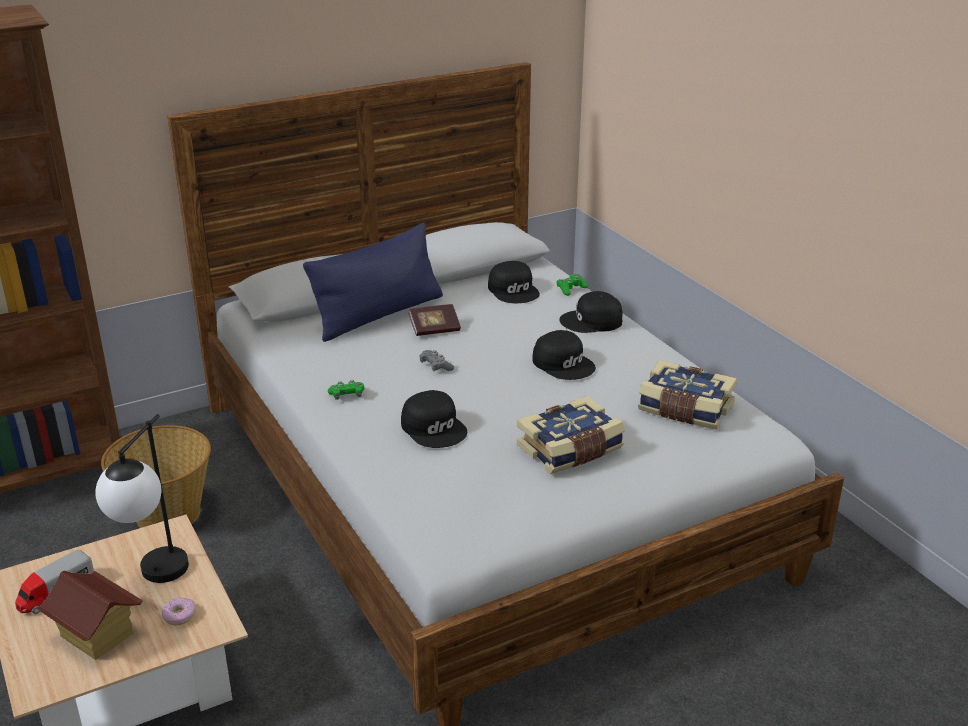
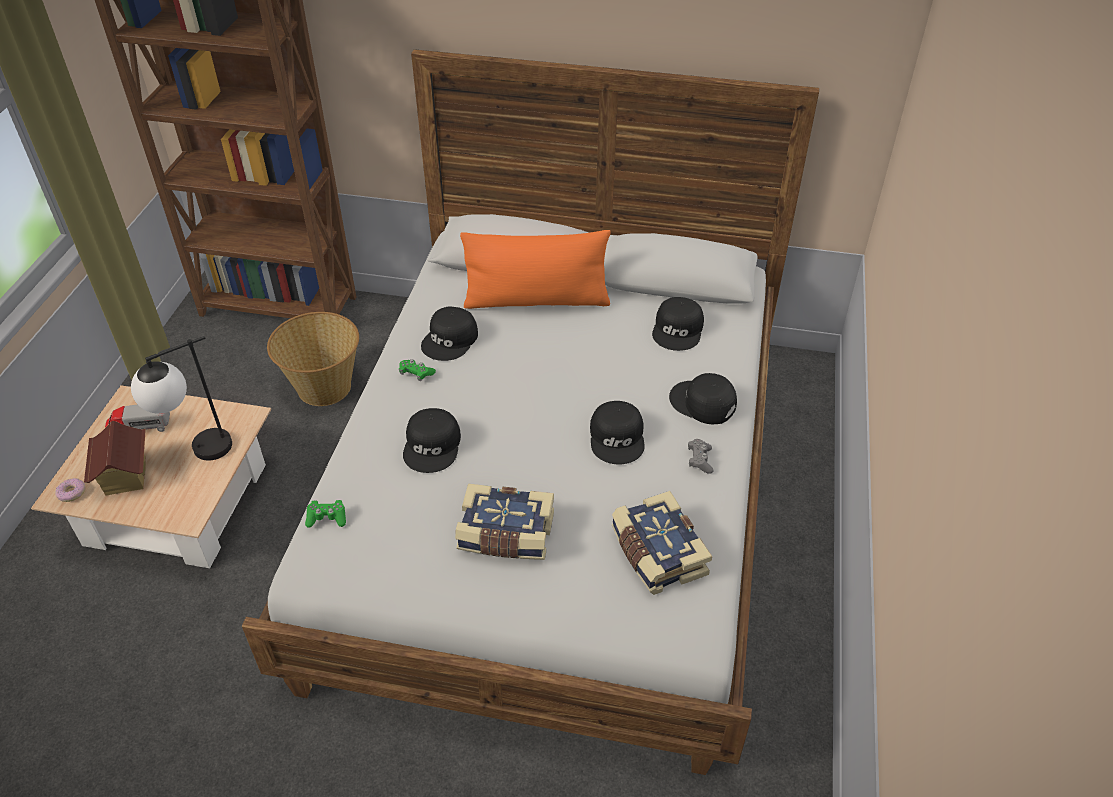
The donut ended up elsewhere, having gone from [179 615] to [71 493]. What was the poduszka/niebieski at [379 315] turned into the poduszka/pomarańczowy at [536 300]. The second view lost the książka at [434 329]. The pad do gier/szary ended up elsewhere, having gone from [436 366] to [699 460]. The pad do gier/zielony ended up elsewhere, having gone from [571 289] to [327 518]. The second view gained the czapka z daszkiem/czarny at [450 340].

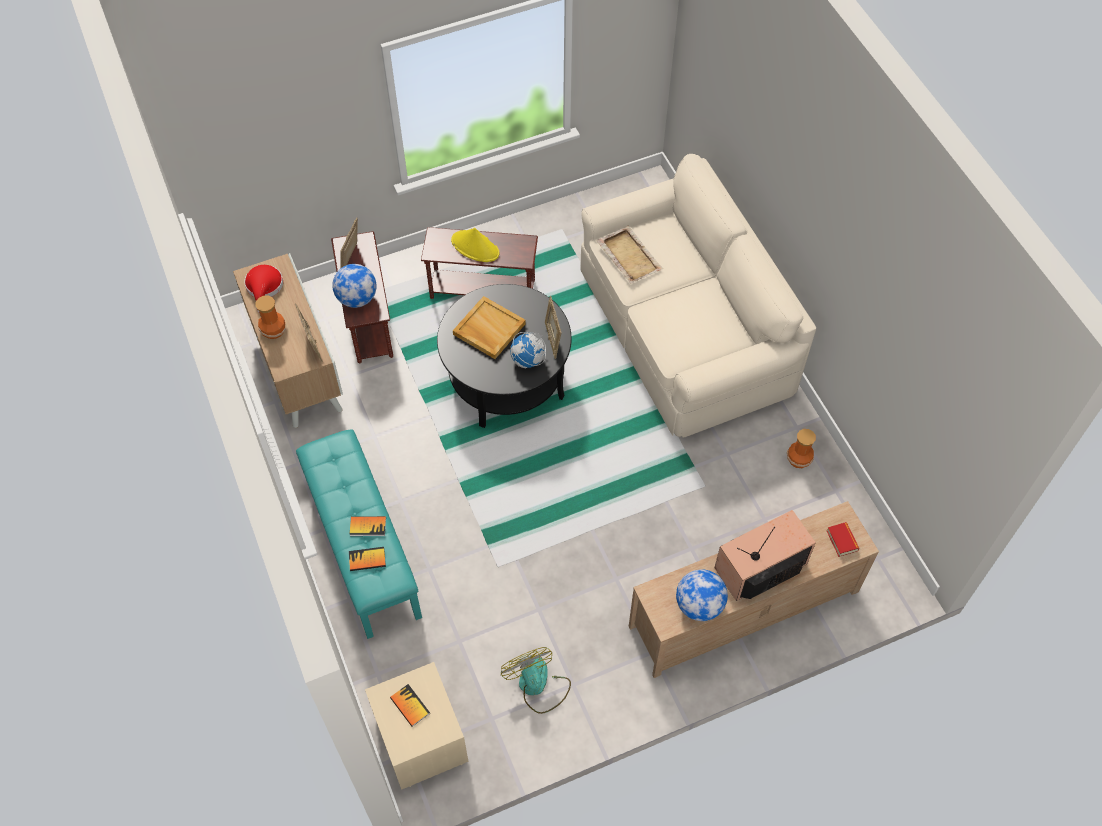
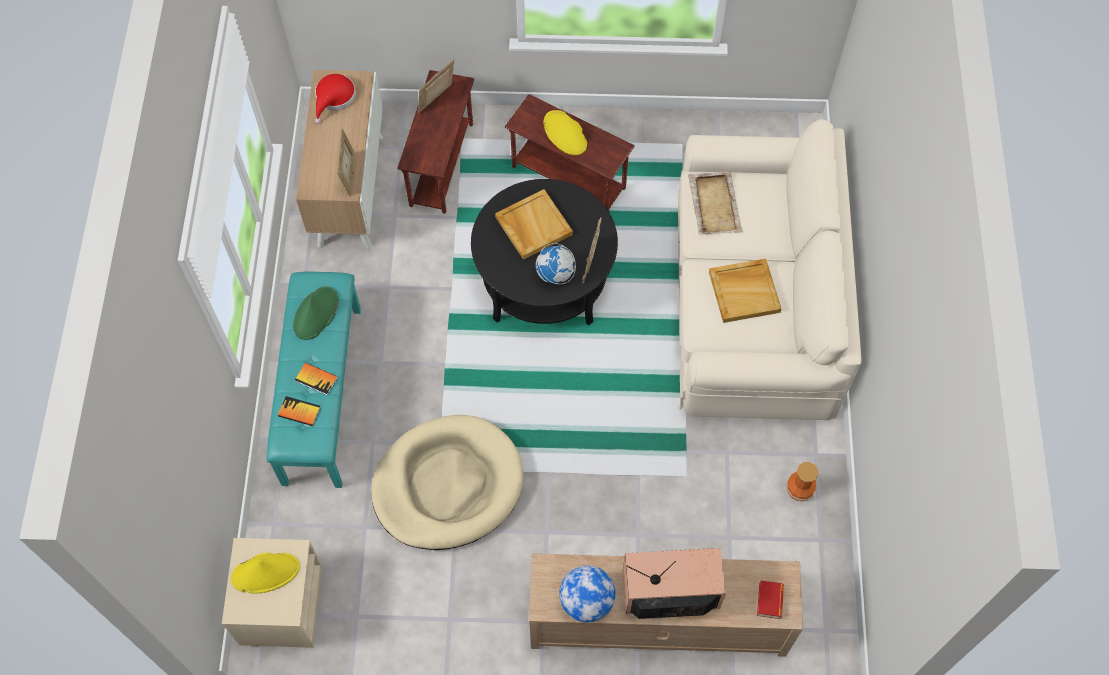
The second view lost the wazon at [272 330]. The second view lost the globus at [357 298]. Where the książka stood at [410 705], the kapelusz/żółty came to stand at [266 572]. The second view lost the wentylator at [537 686]. The second view gained the kapelusz/zielony at [316 314]. The second view gained the legowisko/beżowy at [448 485]. The second view gained the taca/beżowy at [744 291].

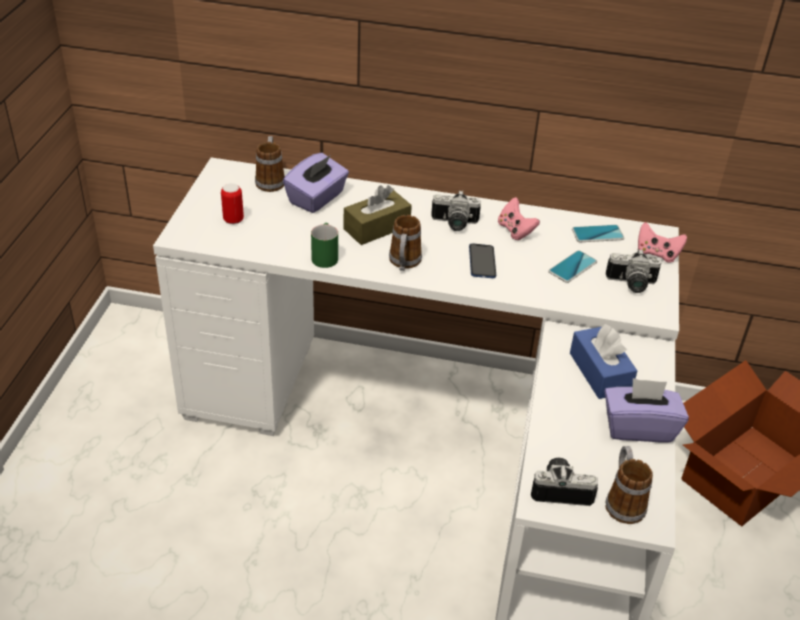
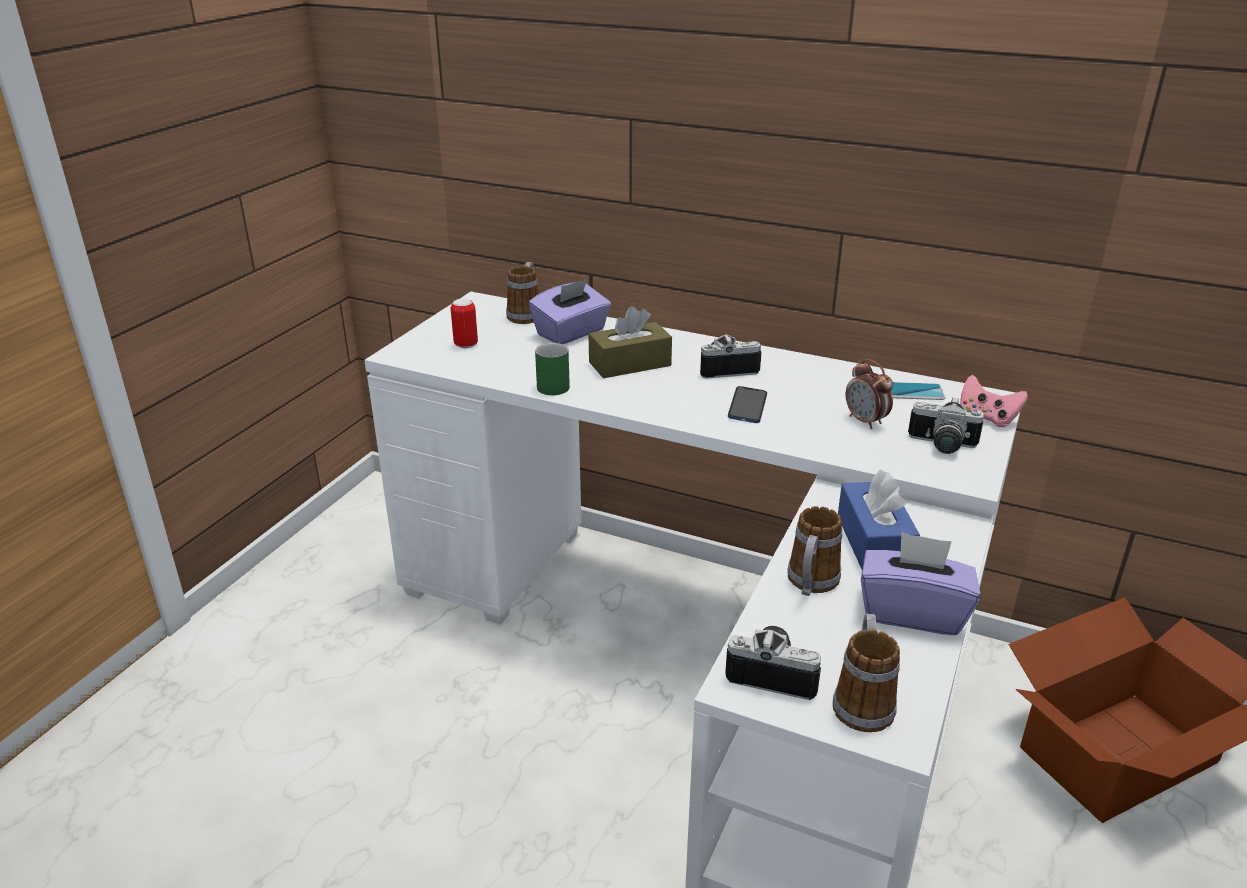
The kubek ended up elsewhere, having gone from [404 263] to [810 585]. The aparat fotograficzny at [454 224] ended up facing another way, 150 degrees clockwise from before. The second view lost the pad do gier/różowy at [515 230]. Where the telefon stood at [572 267], the budzik came to stand at [865 421].

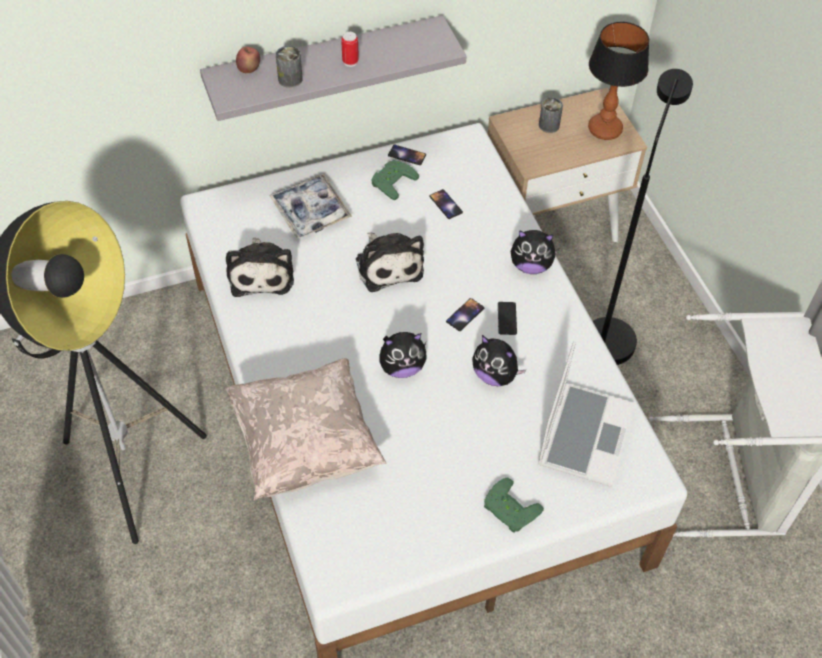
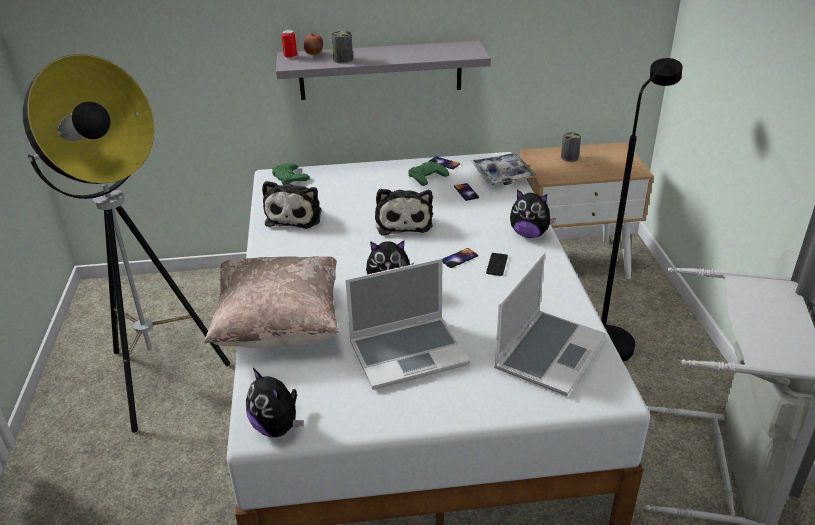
The taca ended up elsewhere, having gone from [310 211] to [502 175]. The puszka ended up elsewhere, having gone from [350 61] to [290 57]. The pluszak ended up elsewhere, having gone from [495 375] to [277 427]. The pad do gier/zielony ended up elsewhere, having gone from [508 510] to [287 177]. The second view lost the lampa stołowa at [605 129]. The second view gained the laptop at [409 352].

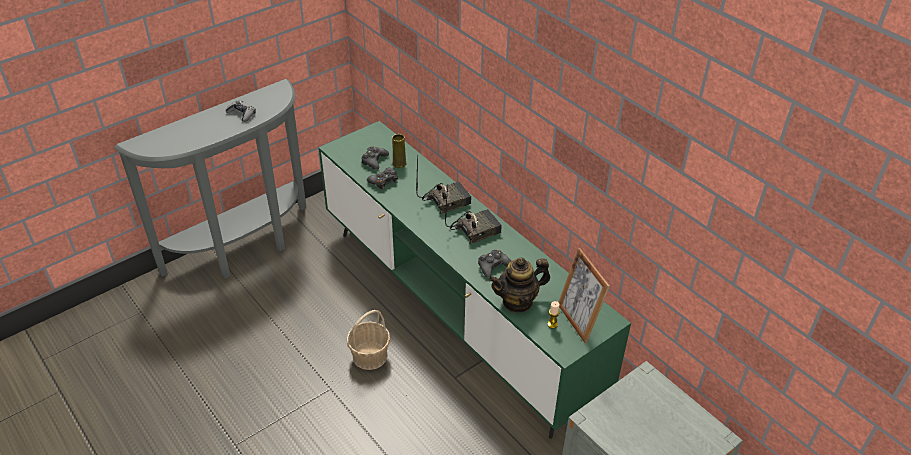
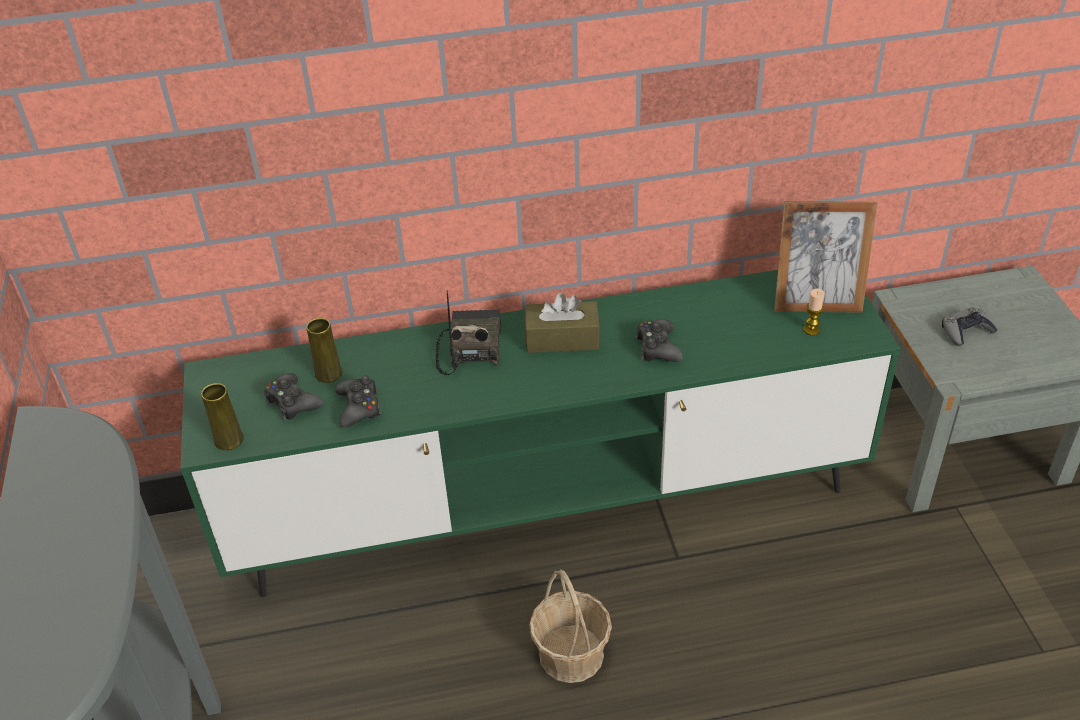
The pad do gier/szary ended up elsewhere, having gone from [241 113] to [966 331]. Where the radio stood at [475 229], the pudełko chusteczek/brązowy came to stand at [562 339]. The second view lost the imbryk at [517 301]. The second view gained the wazon/żółty at [229 440].

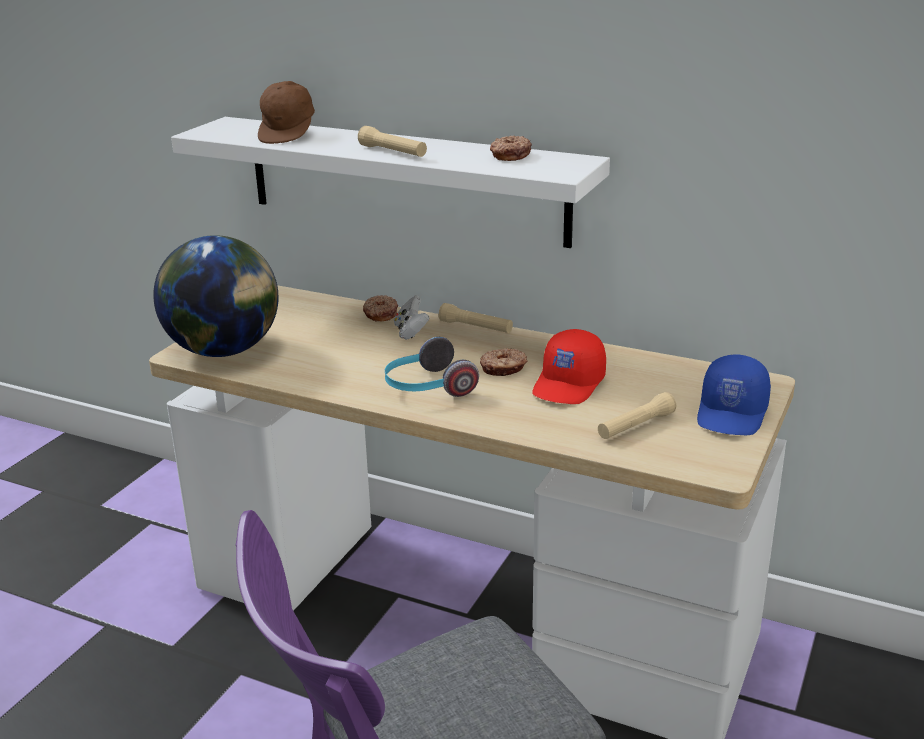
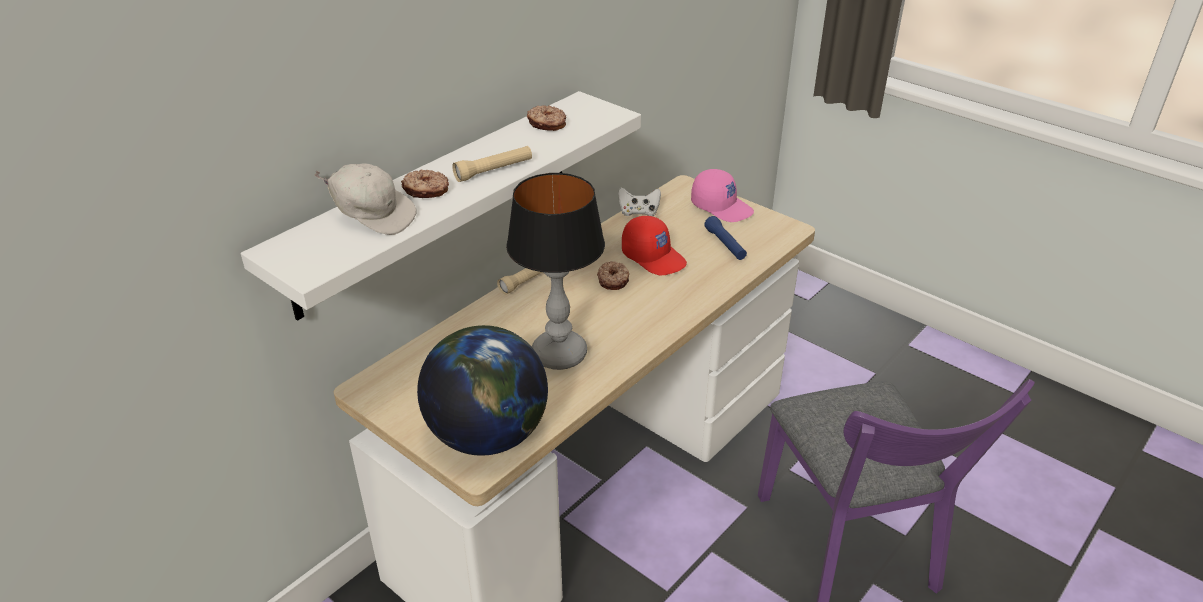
What was the czapka z daszkiem/brązowy at [288 134] turned into the czapka z daszkiem/biały at [373 217]. The donut ended up elsewhere, having gone from [380 314] to [426 191]. The second view lost the słuchawki at [427 388]. The pad do gier/biały ended up elsewhere, having gone from [411 332] to [639 212]. What was the latarka/beżowy at [635 426] turned into the latarka/niebieski at [725 245]. What was the czapka z daszkiem/niebieski at [733 414] turned into the czapka z daszkiem/różowy at [722 207]. The second view gained the lampa stołowa at [558 354].

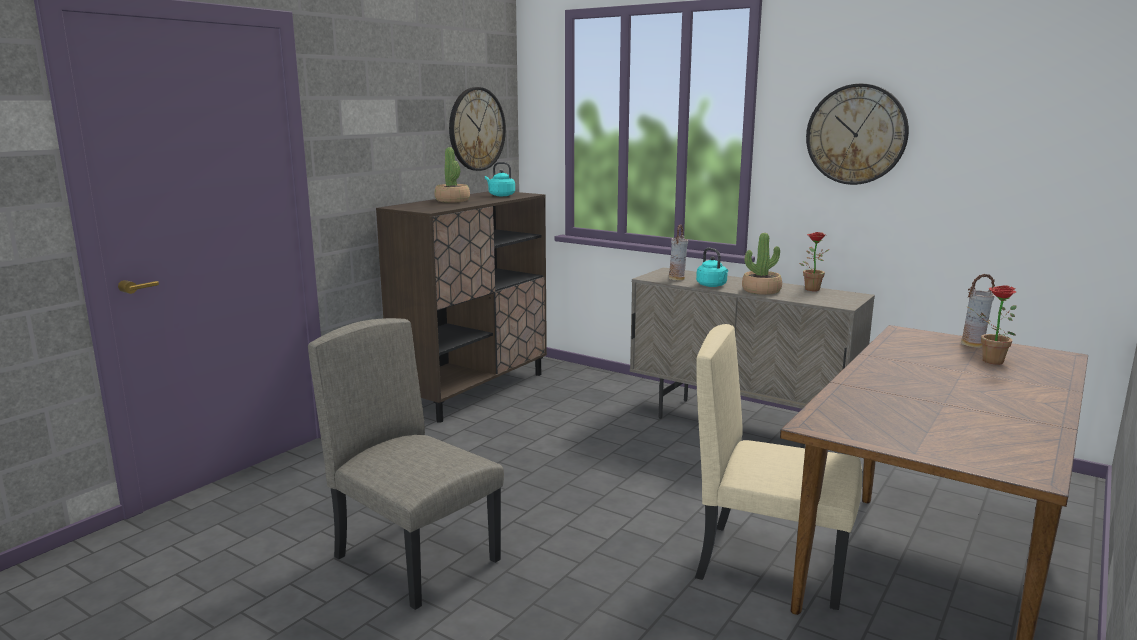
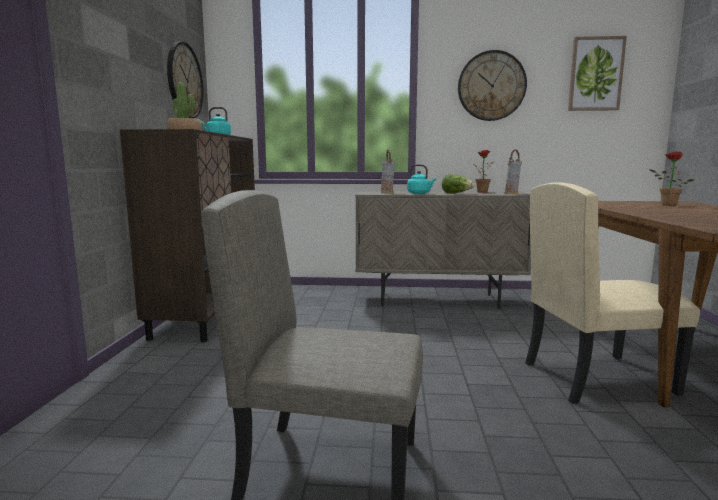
Where the roślina doniczkowa stood at [761 291], the sałata came to stand at [456 193]. The wazon ended up elsewhere, having gone from [973 345] to [512 193]. The second view gained the obraz at [595 74].

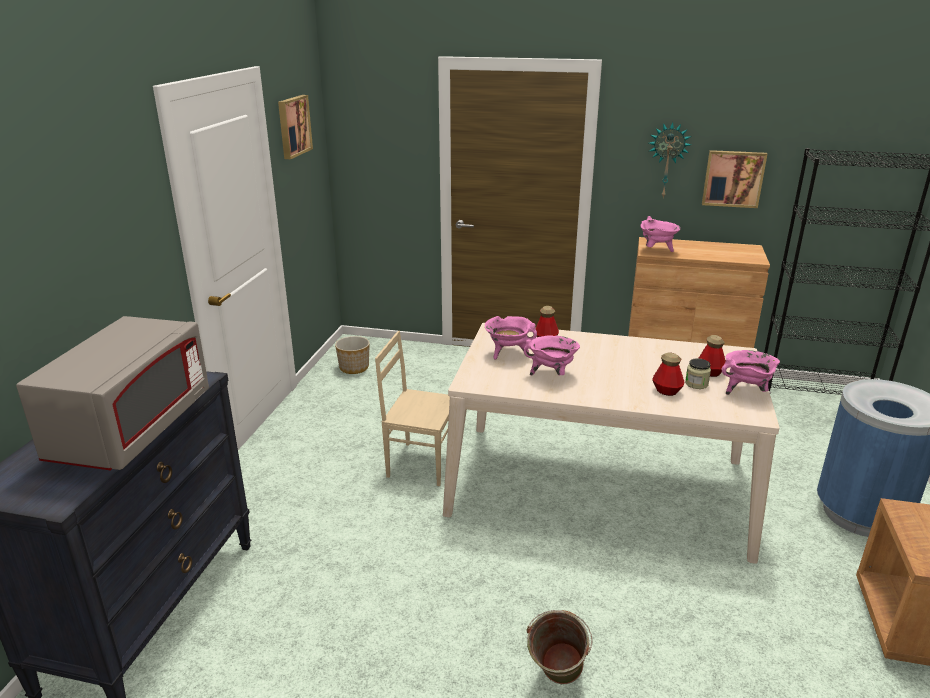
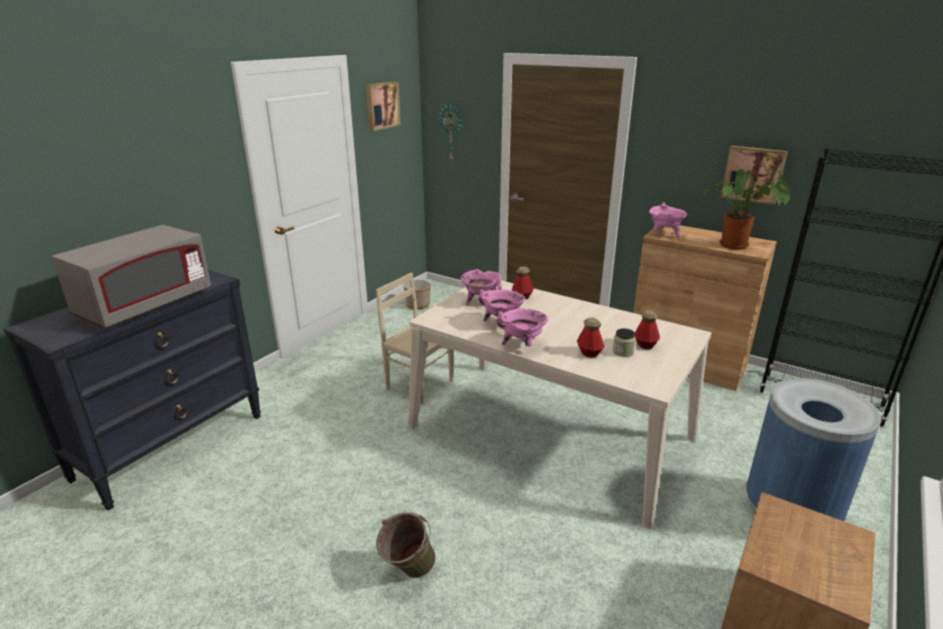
The zegar ścienny ended up elsewhere, having gone from [667 160] to [452 132]. The garnek/różowy ended up elsewhere, having gone from [746 391] to [522 345]. The second view gained the roślina doniczkowa at [737 245].

